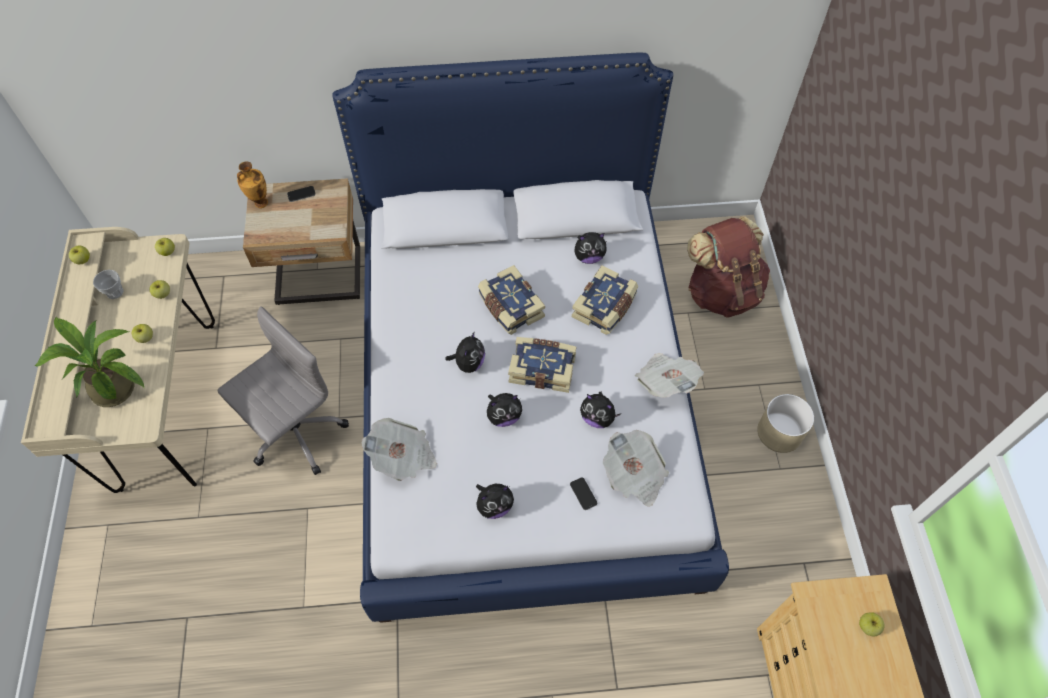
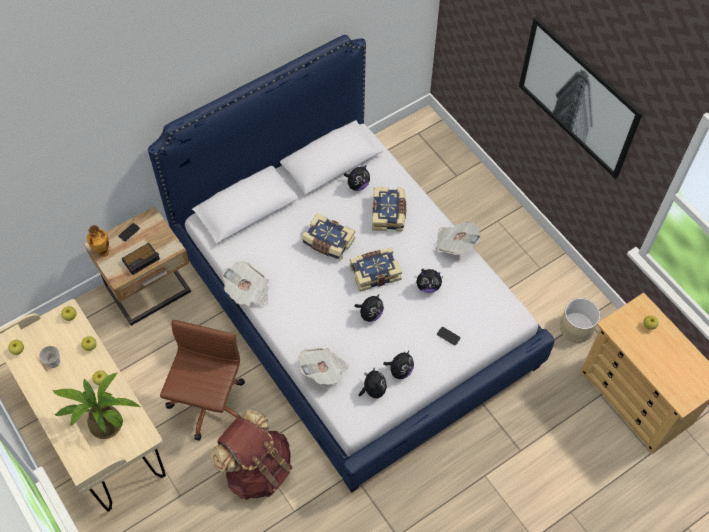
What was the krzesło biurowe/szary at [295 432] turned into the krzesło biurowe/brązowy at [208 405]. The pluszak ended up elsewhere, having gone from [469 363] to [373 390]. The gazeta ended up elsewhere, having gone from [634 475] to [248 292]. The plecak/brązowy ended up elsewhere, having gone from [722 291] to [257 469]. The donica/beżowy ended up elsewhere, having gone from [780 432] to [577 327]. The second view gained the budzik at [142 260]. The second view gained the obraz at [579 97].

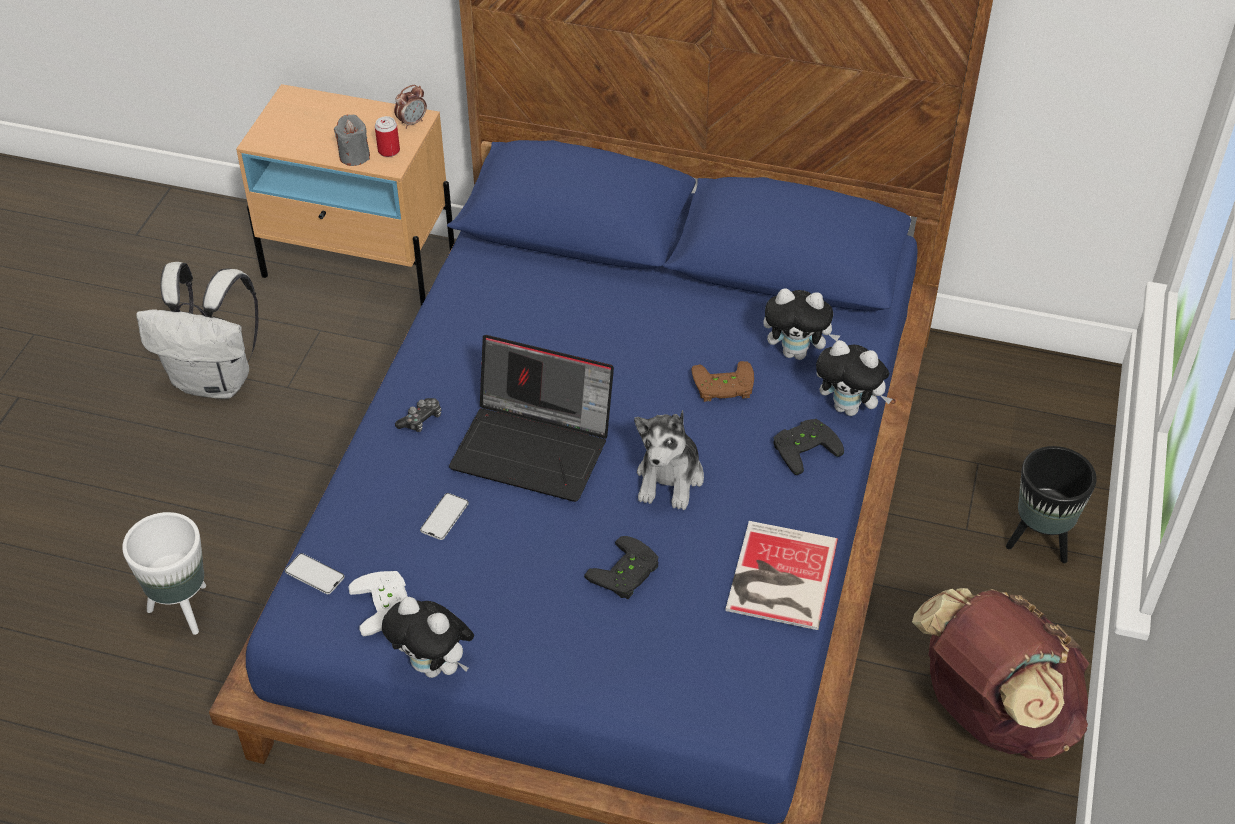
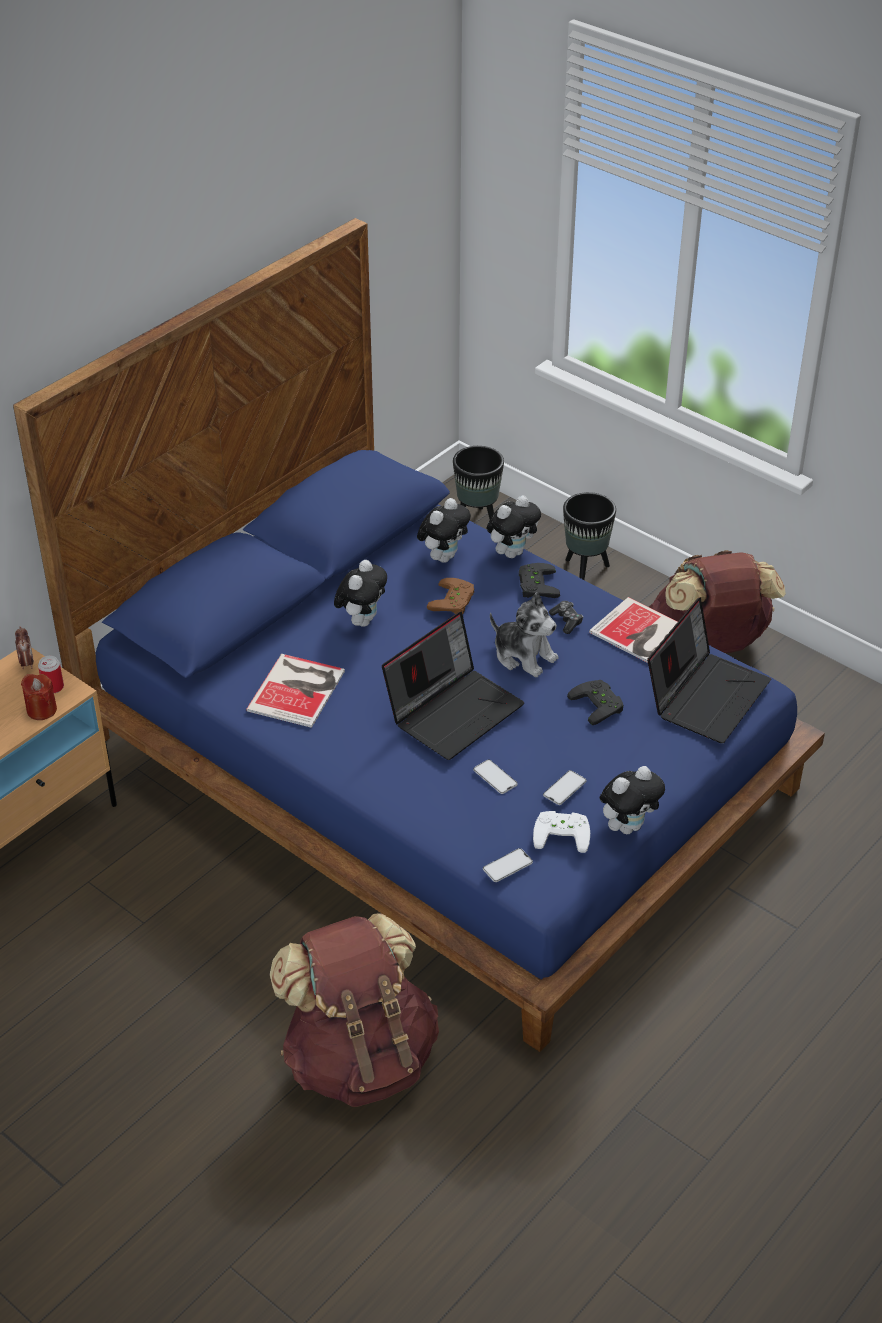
Where the donica/biały stood at [183 609], the plecak/brązowy came to stand at [359 1058]. The second view lost the plecak/biały at [216 380]. What was the świeca/szary at [354 156] turned into the świeca/czerwony at [41 710]. The pad do gier ended up elsewhere, having gone from [421 420] to [566 621]. The second view gained the książka at [299 689]. The second view gained the pluszak at [362 620]. The second view gained the donica/czarny at [477 522]. The second view gained the telefon at [564 788]. The second view gained the laptop at [706 695].

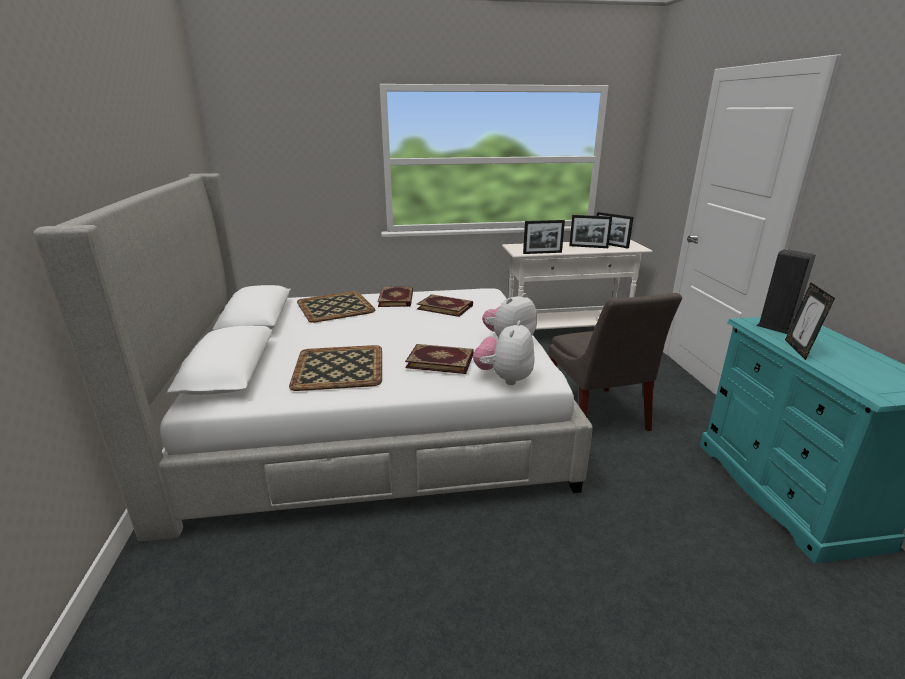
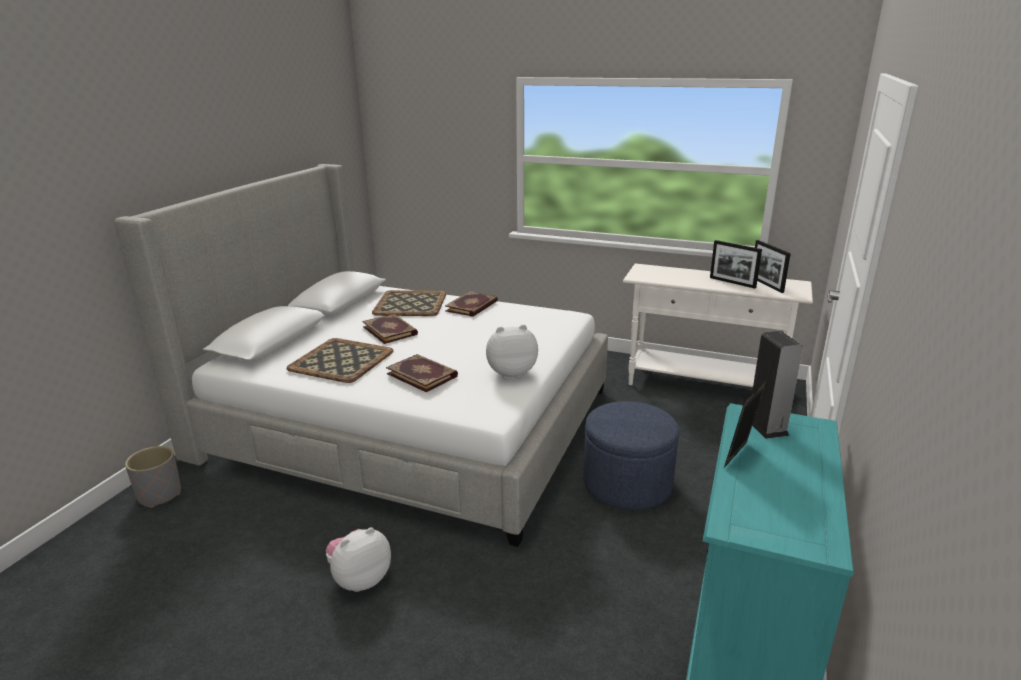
The książka ended up elsewhere, having gone from [445 307] to [390 330]. The pluszak ended up elsewhere, having gone from [504 378] to [360 579]. The second view lost the ramka na zdjęcie at [542 253]. Where the krzesło/szary stood at [597 416], the pufa/niebieski came to stand at [627 484]. The second view gained the donica/szary at [160 495].

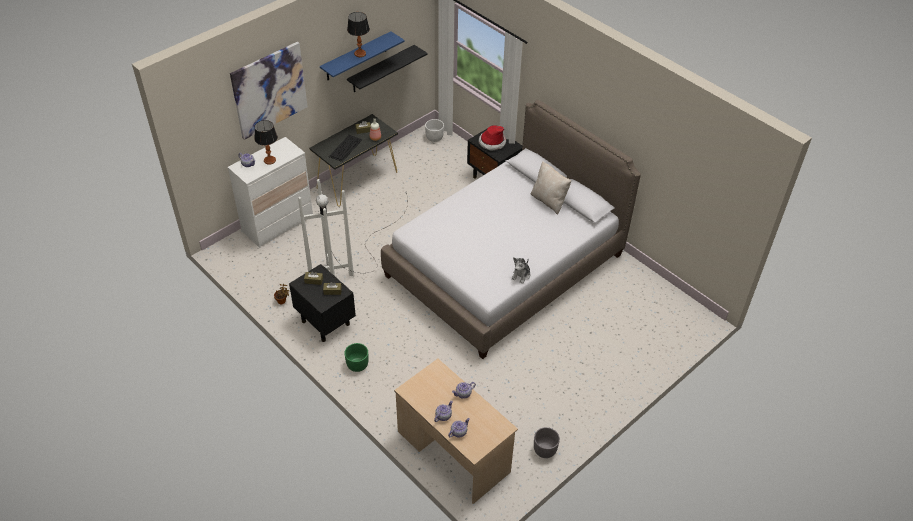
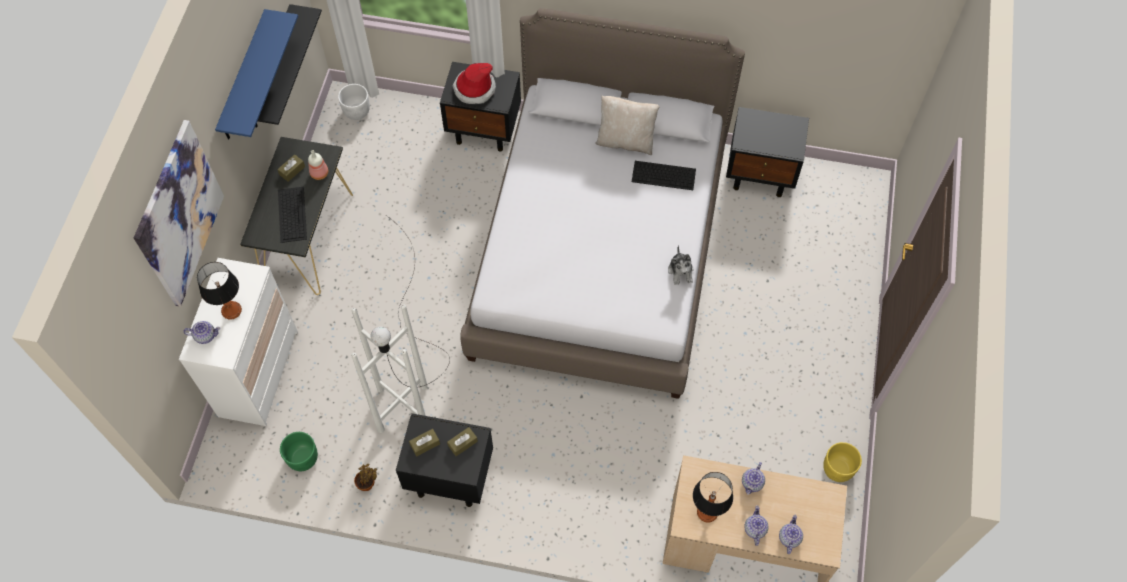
The donica/zielony ended up elsewhere, having gone from [357 365] to [303 458]. The lampa stołowa ended up elsewhere, having gone from [360 54] to [707 512]. What was the donica/szary at [544 450] turned into the donica/żółty at [838 469]. The second view gained the klawiatura at [664 175]. The second view gained the szafka nocna/czarny at [761 175].

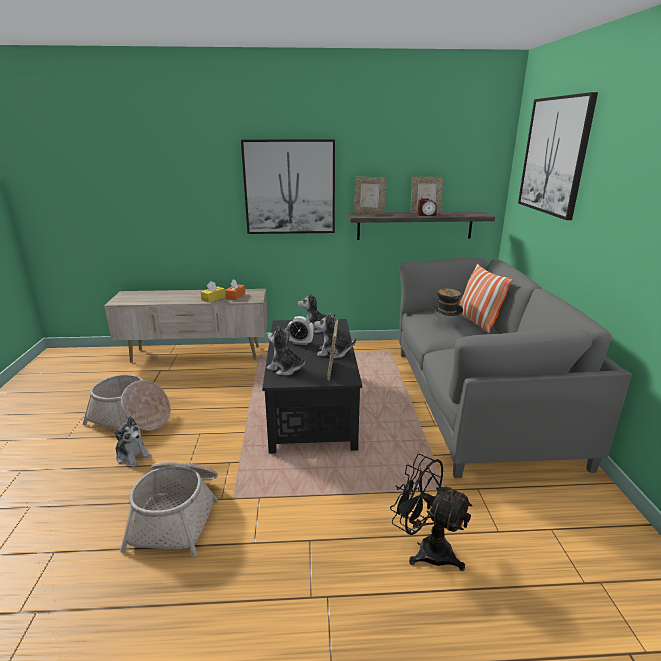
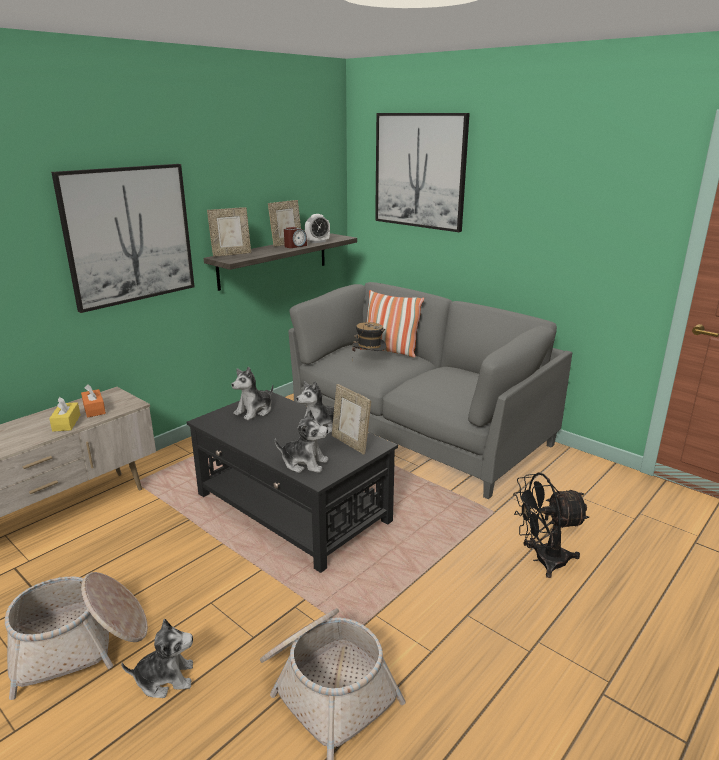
The pluszak at [285 369] ended up facing another way, 150 degrees counterclockwise from before. The budzik ended up elsewhere, having gone from [300 343] to [317 242].

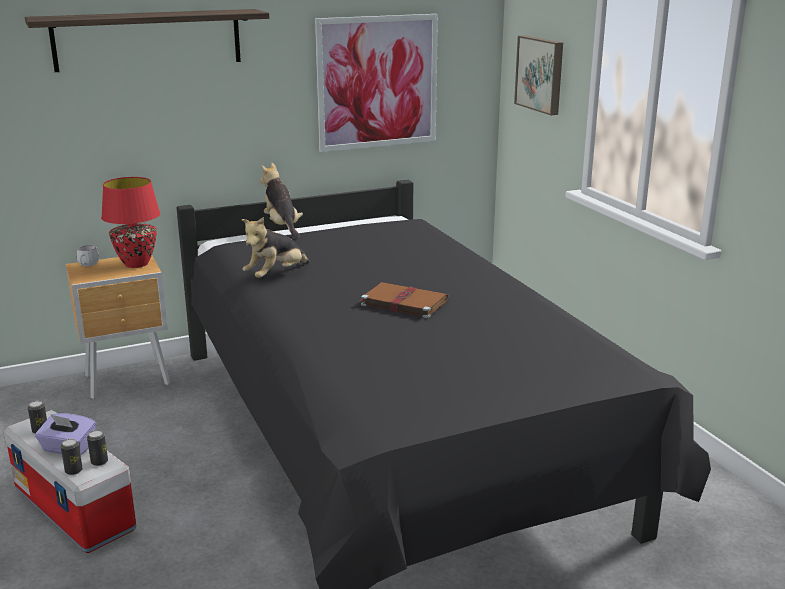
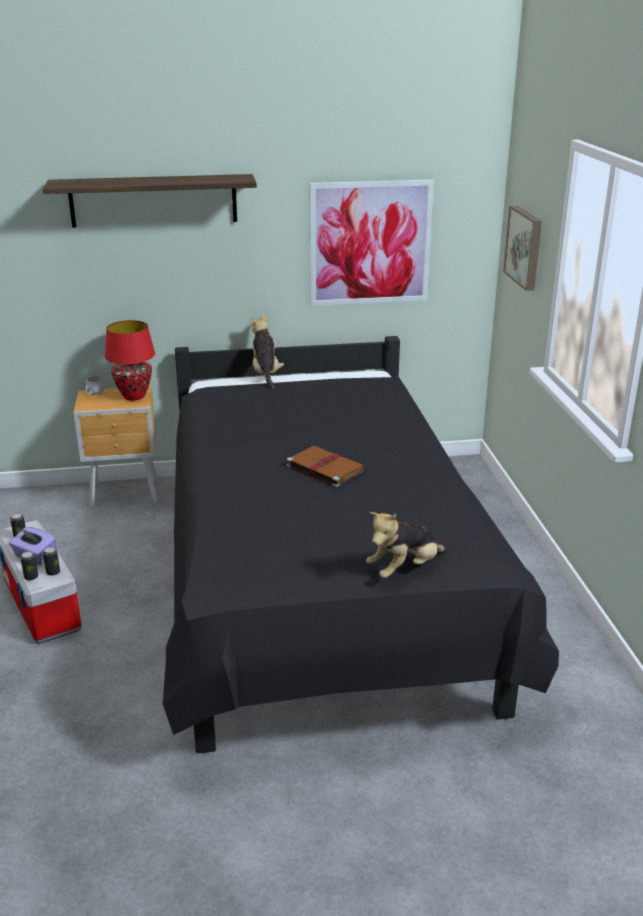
The pluszak ended up elsewhere, having gone from [276 275] to [404 569].

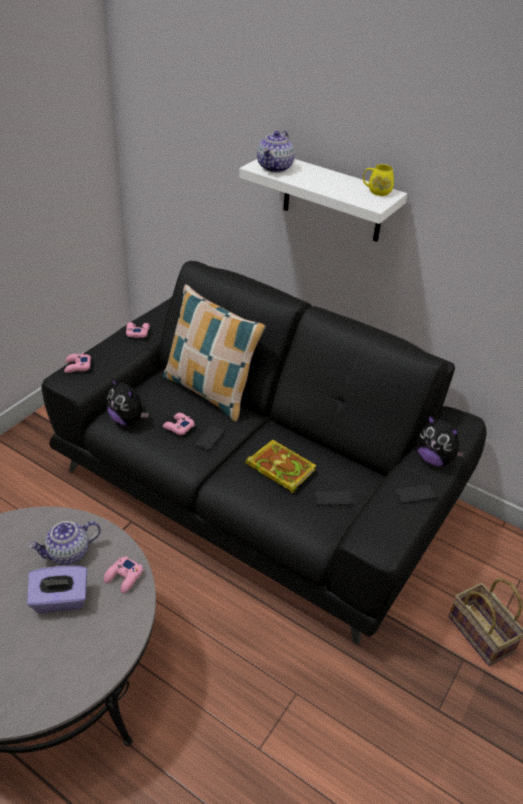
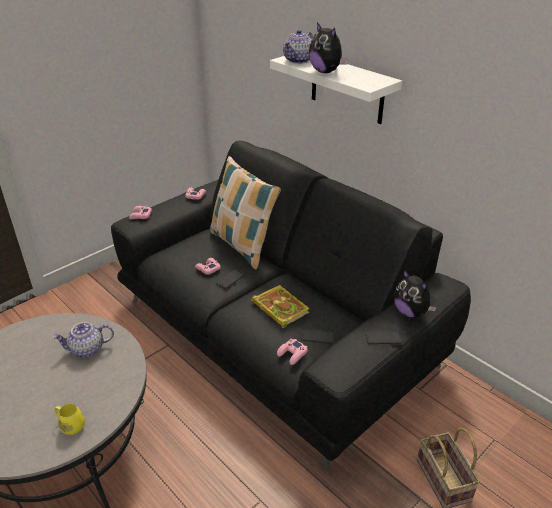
The second view lost the pudełko chusteczek/fioletowy at [60 600]. The pad do gier/różowy ended up elsewhere, having gone from [124 577] to [292 354]. The pluszak ended up elsewhere, having gone from [128 420] to [326 72]. The kubek/żółty ended up elsewhere, having gone from [376 191] to [70 425].

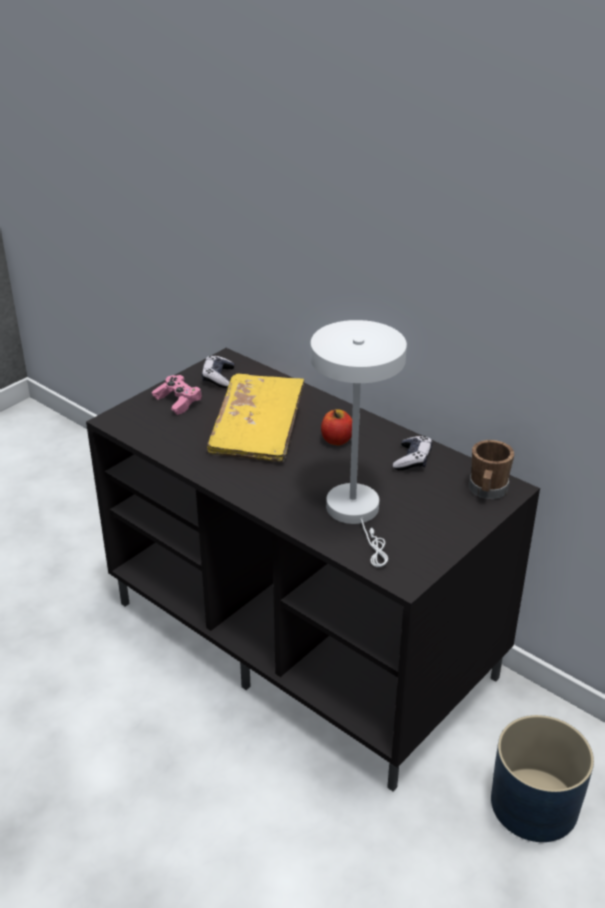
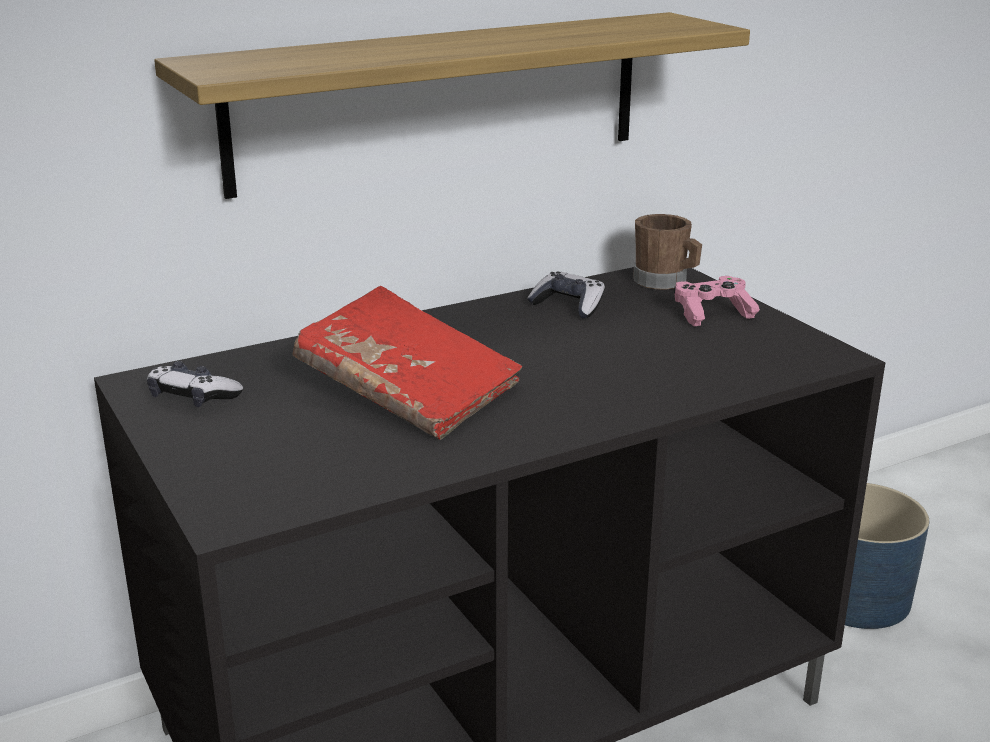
The pad do gier/różowy ended up elsewhere, having gone from [178 401] to [712 314]. What was the książka/żółty at [258 433] turned into the książka/czerwony at [408 391]. The second view lost the lampa stołowa/biały at [356 513]. The second view lost the jabłko at [337 440]. The second view gained the półka at [440 100].

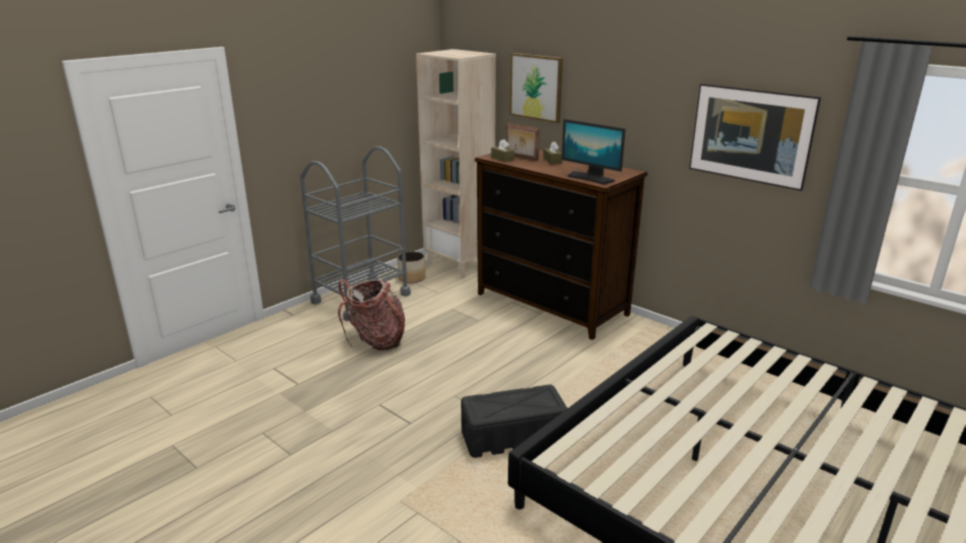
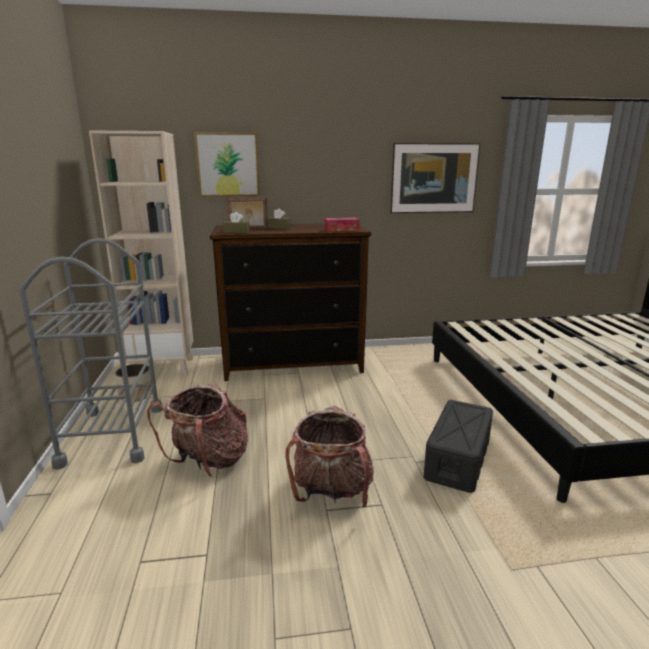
Where the monitor stood at [590 178], the pudełko chusteczek came to stand at [341 229]. The second view gained the plecak at [332 492].

